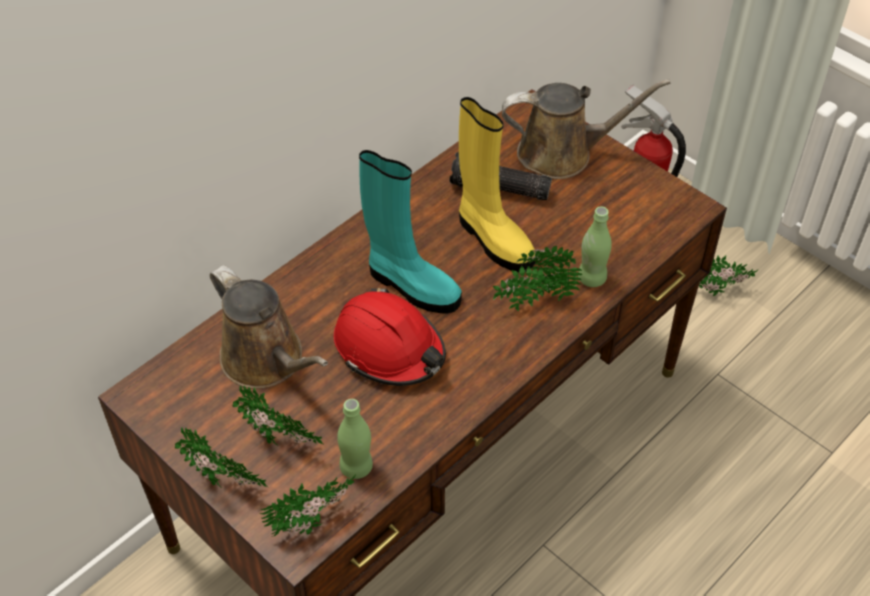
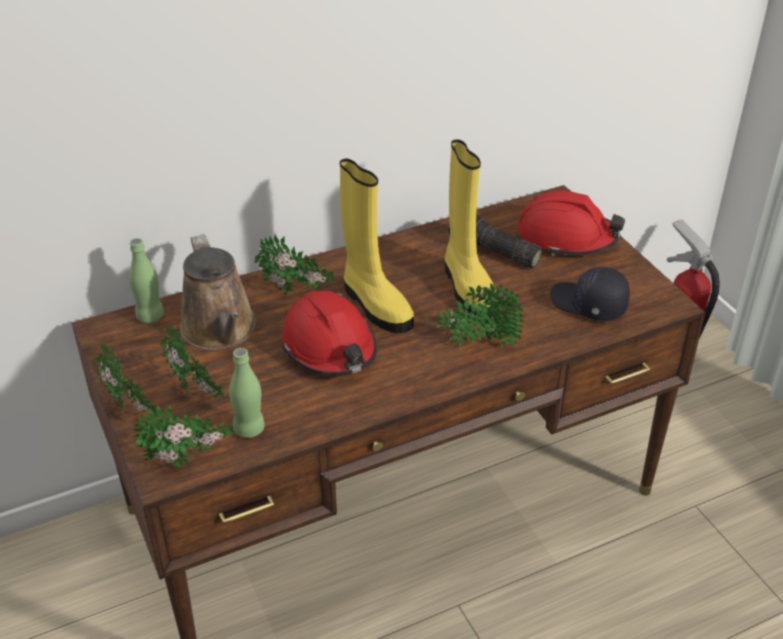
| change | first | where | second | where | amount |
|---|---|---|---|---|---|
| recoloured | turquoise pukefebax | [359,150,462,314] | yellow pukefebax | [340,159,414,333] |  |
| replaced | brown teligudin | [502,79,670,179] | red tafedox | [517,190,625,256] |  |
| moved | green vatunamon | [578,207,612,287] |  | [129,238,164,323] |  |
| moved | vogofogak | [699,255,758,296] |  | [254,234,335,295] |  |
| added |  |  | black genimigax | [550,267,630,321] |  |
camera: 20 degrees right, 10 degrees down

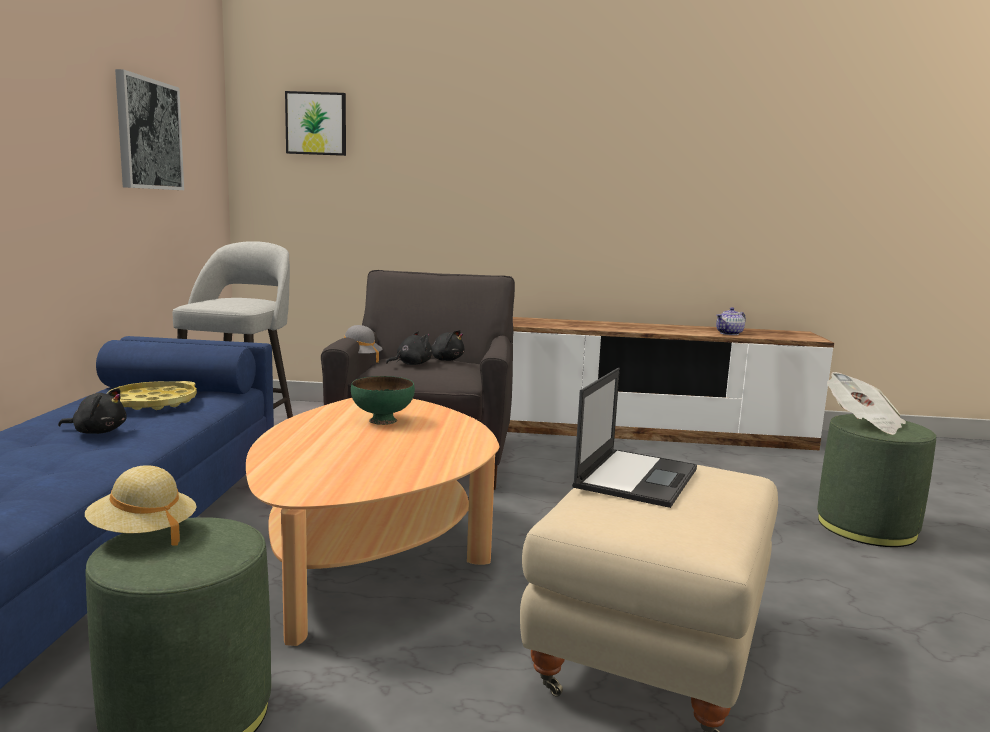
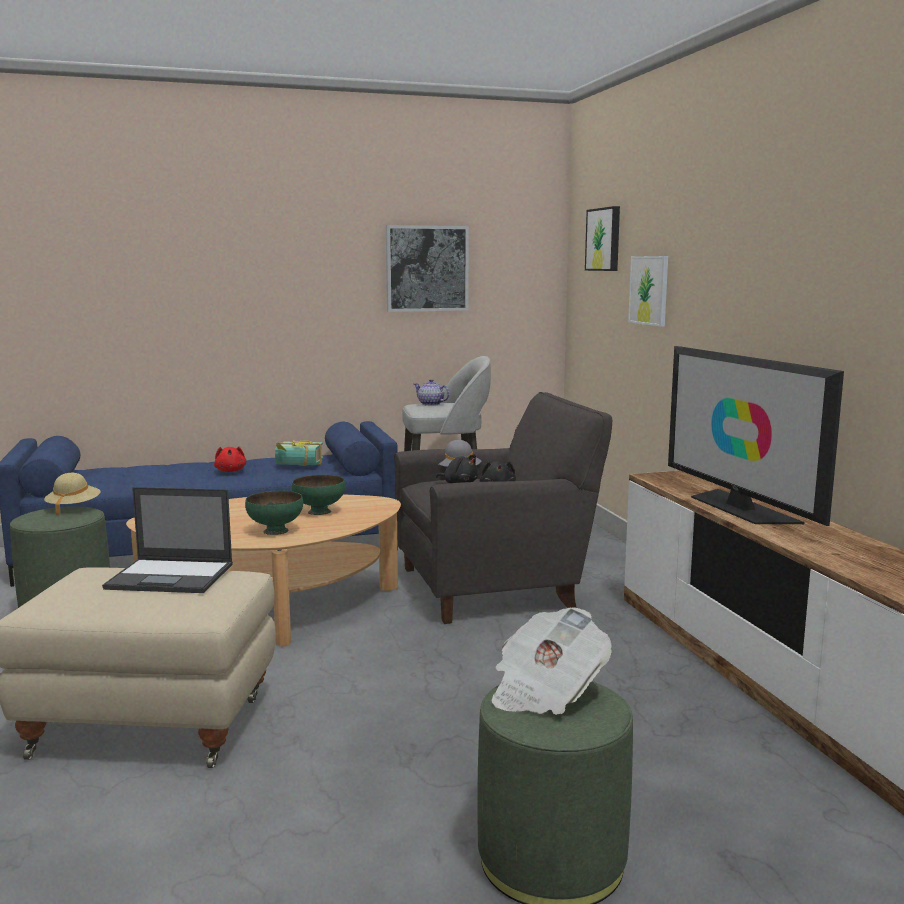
| change | first | where | second | where | amount |
|---|---|---|---|---|---|
| recoloured | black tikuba | [58,388,127,434] | red tikuba | [214,447,246,472] |  |
| replaced | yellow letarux | [110,381,197,410] | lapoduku | [275,440,323,466] |  |
| moved | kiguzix | [716,307,746,335] |  | [414,379,450,406] |  |
| added |  |  | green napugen | [245,490,303,535] |  |
| added |  |  | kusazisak | [628,256,668,327] |  |
| added |  |  | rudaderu | [668,346,844,526] |  |
camera: 70 degrees right, 0 degrees up

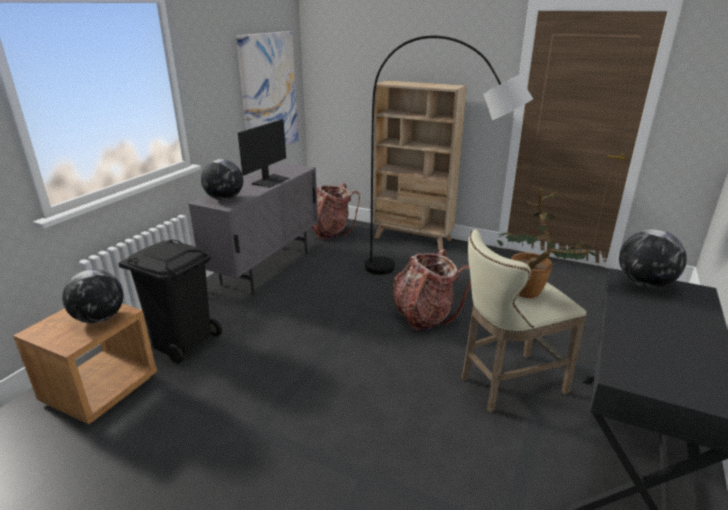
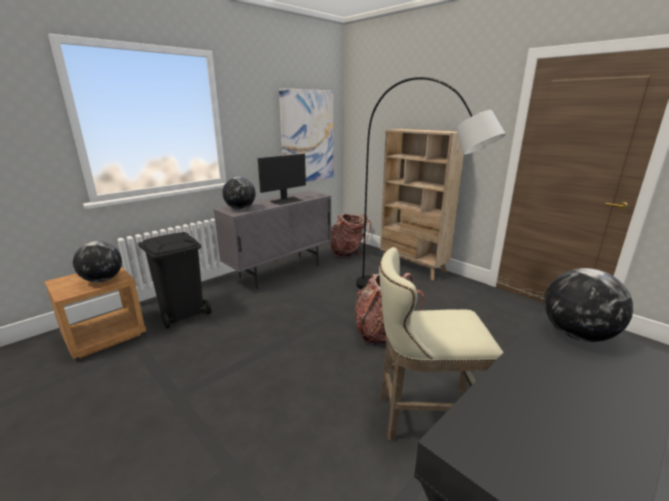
| change | first | where | second | where | amount |
|---|---|---|---|---|---|
| removed | vogofogak | [497,189,597,298] |  |  |  |
camera: 20 degrees right, 5 degrees down

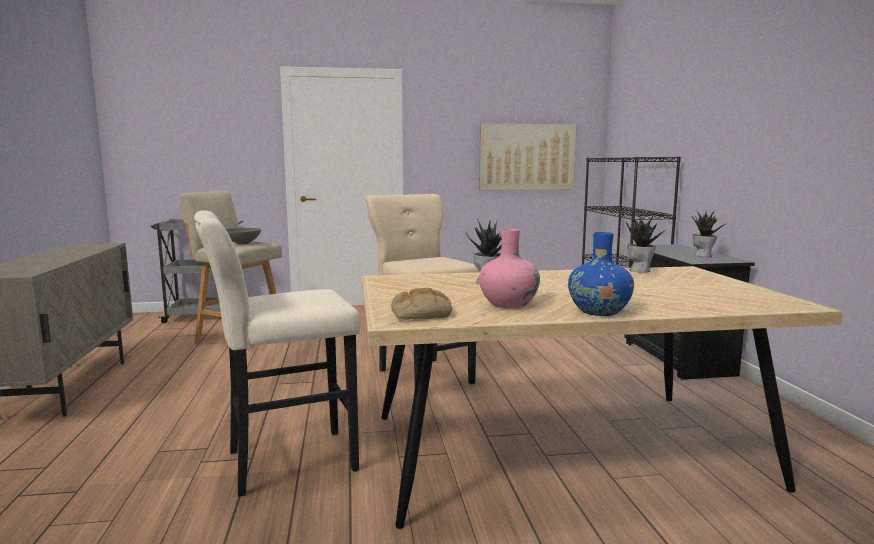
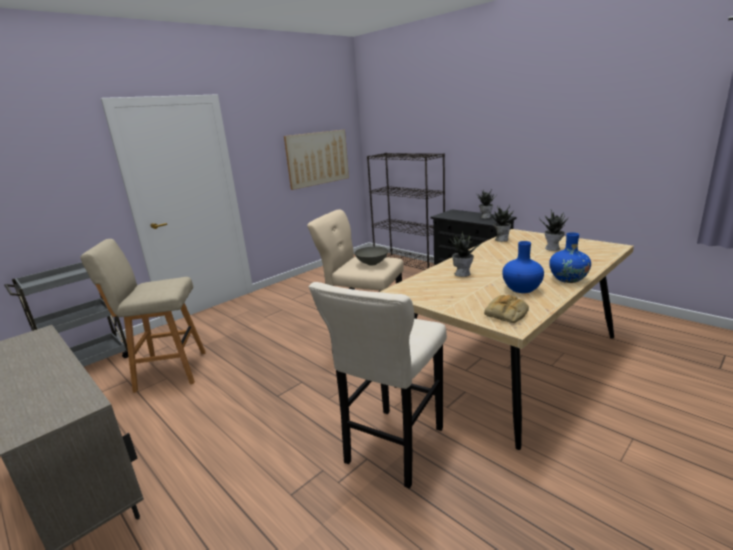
| change | first | where | second | where | amount |
|---|---|---|---|---|---|
| moved | grey napugen | [226,228,261,244] |  | [355,247,388,266] |  |
| recoloured | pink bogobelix | [479,229,540,309] | blue bogobelix | [502,241,544,293] |  |
| added |  |  | vogofogak | [540,210,568,251] |  |
camera: 35 degrees left, 10 degrees up

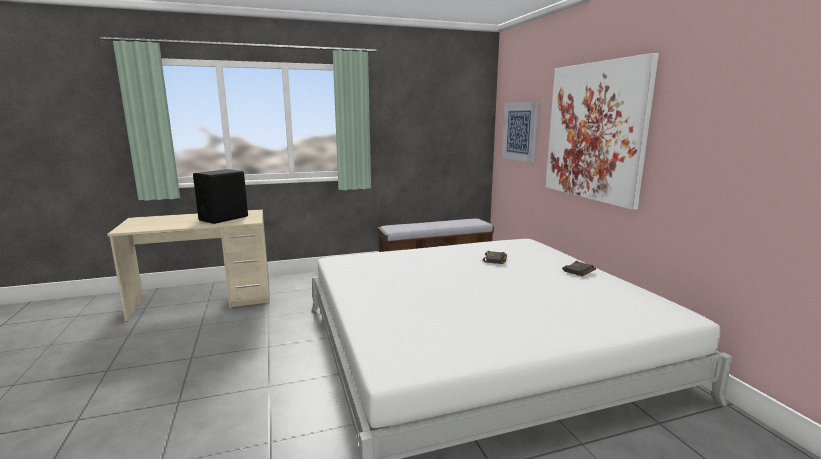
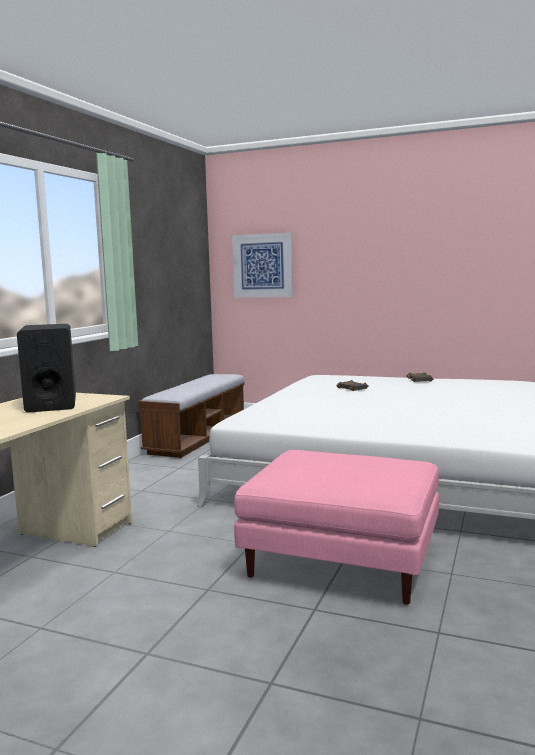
| change | first | where | second | where | amount |
|---|---|---|---|---|---|
| removed | kusazisak | [546,53,659,210] |  |  |  |
| added |  |  | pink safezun | [234,450,439,605] |  |
camera: 50 degrees left, 5 degrees down

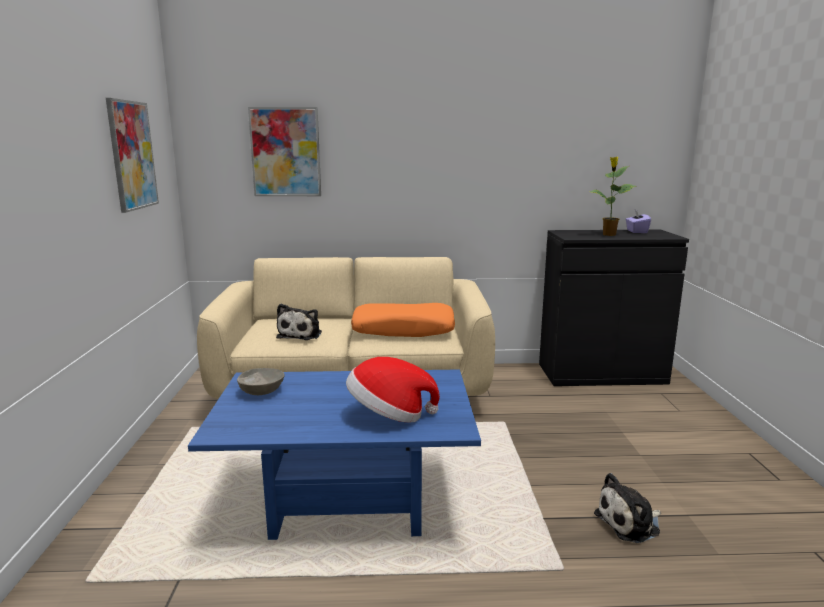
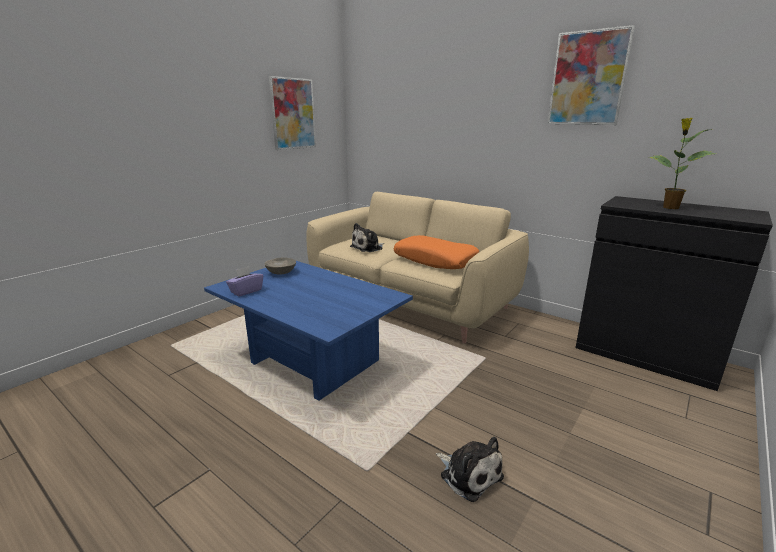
| change | first | where | second | where | amount |
|---|---|---|---|---|---|
| moved | kusazisak | [248,107,321,196] |  | [548,25,635,125] |  |
| removed | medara | [346,357,440,422] |  |  |  |
| turned | tikuba | [594,473,661,543] |  | [436,436,504,502] | 150 degrees counterclockwise |
| moved | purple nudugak | [625,210,651,233] |  | [226,266,263,297] |  |
camera: 40 degrees right, 5 degrees up

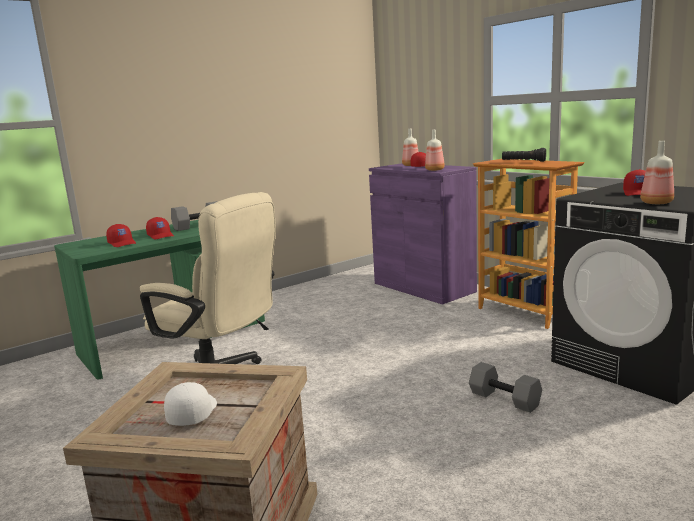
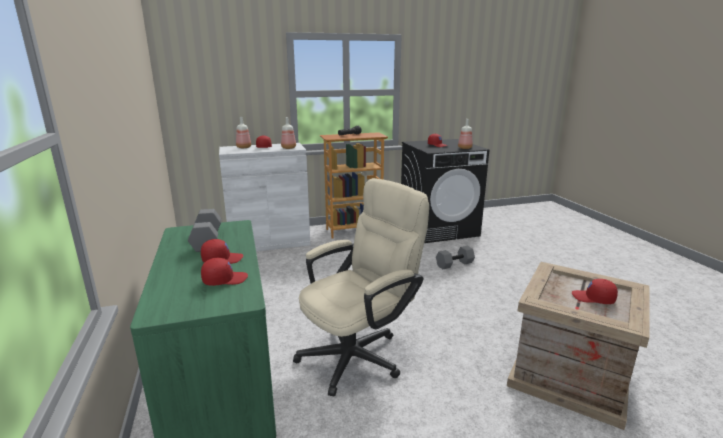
| change | first | where | second | where | amount |
|---|---|---|---|---|---|
| recoloured | white genimigax | [164,382,217,426] | red genimigax | [572,279,618,304] |  |
| recoloured | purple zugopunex | [369,163,477,305] | white zugopunex | [219,143,310,252] |  |
camera: 70 degrees left, 5 degrees up

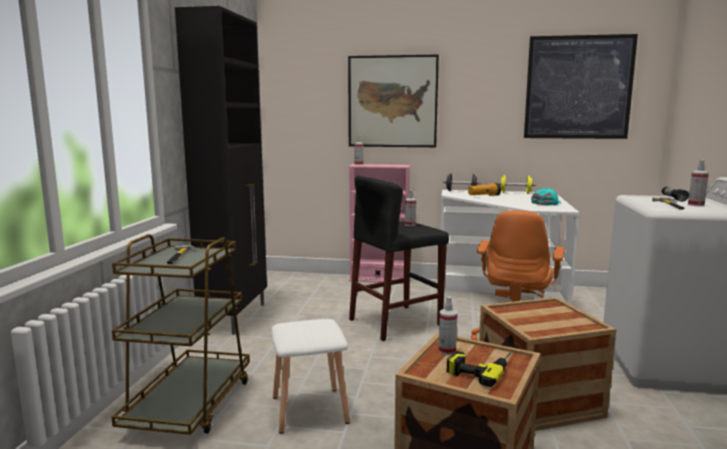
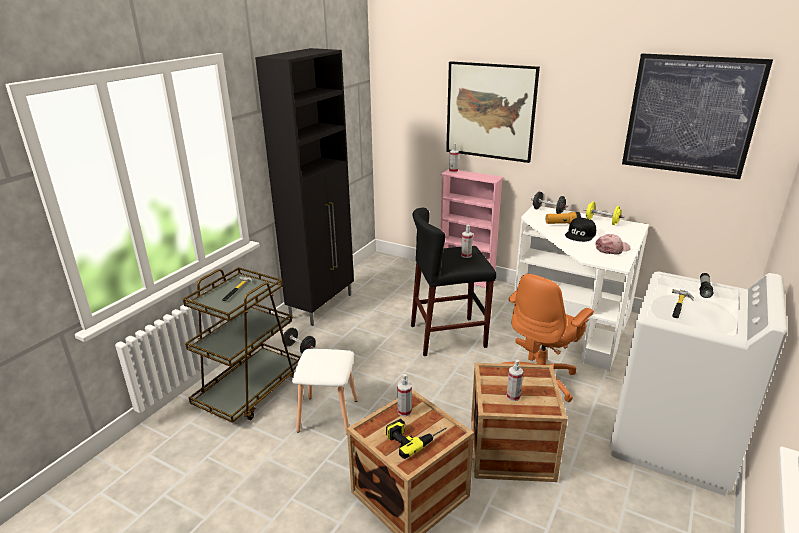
| change | first | where | second | where | amount |
|---|---|---|---|---|---|
| recoloured | turquoise genimigax | [531,188,561,205] | pink genimigax | [595,234,631,255] |  |
| moved | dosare | [688,160,709,206] |  | [506,359,523,401] |  |
| added |  |  | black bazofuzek | [282,328,316,354] |  |
| added |  |  | black genimigax | [565,218,596,242] |  |
camera: 20 degrees right, 15 degrees up

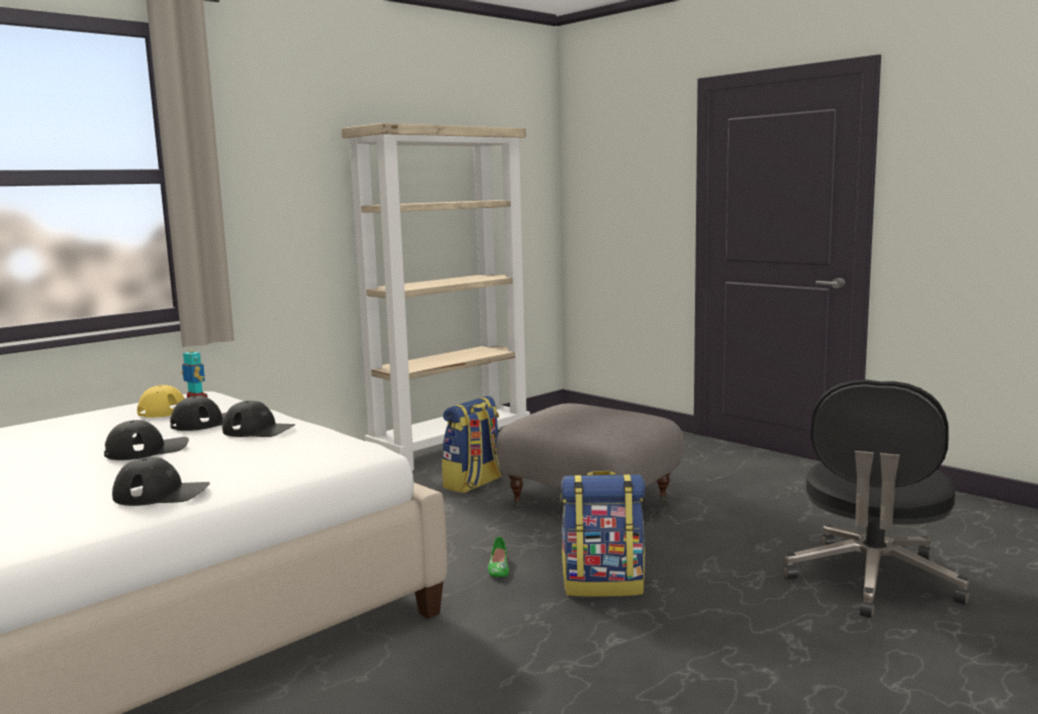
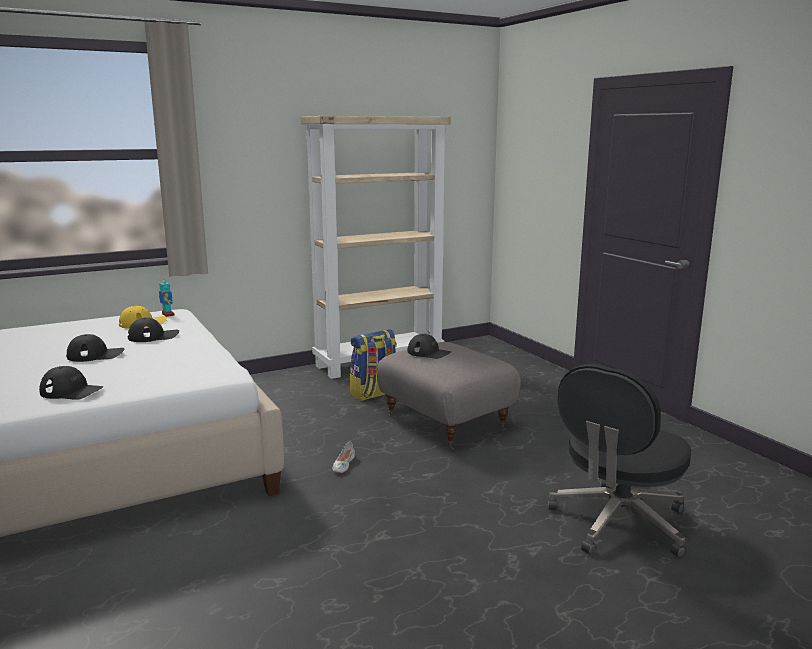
| change | first | where | second | where | amount |
|---|---|---|---|---|---|
| moved | black genimigax | [222,401,296,437] |  | [408,334,451,359] |  |
| recoloured | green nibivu | [488,537,509,577] | white nibivu | [332,442,355,473] |  |
| removed | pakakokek | [560,471,645,597] |  |  |  |
camera: 15 degrees right, 5 degrees up

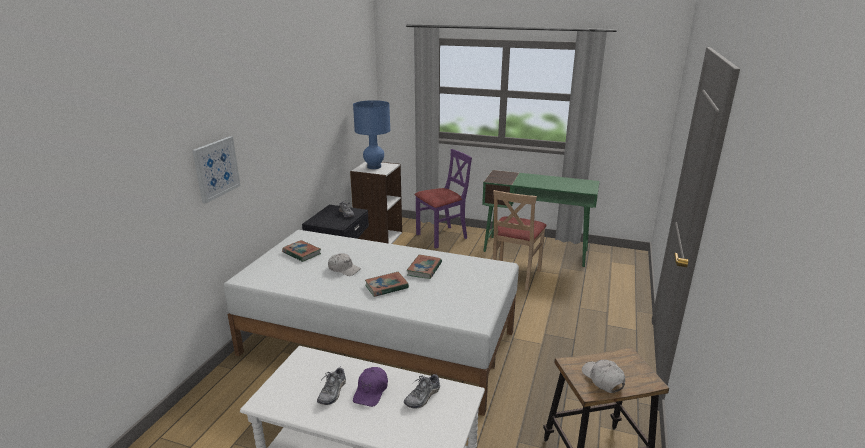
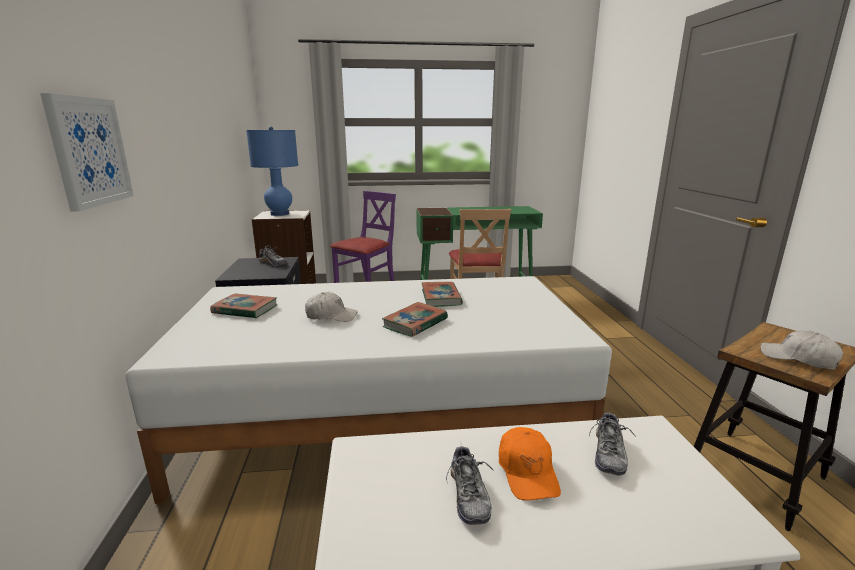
| change | first | where | second | where | amount |
|---|---|---|---|---|---|
| recoloured | purple genimigax | [353,367,388,407] | orange genimigax | [499,427,561,501] |  |
camera: 25 degrees left, 5 degrees down

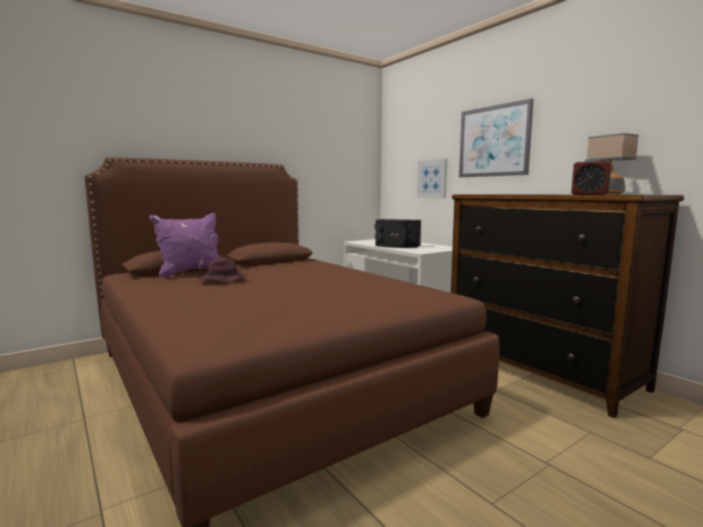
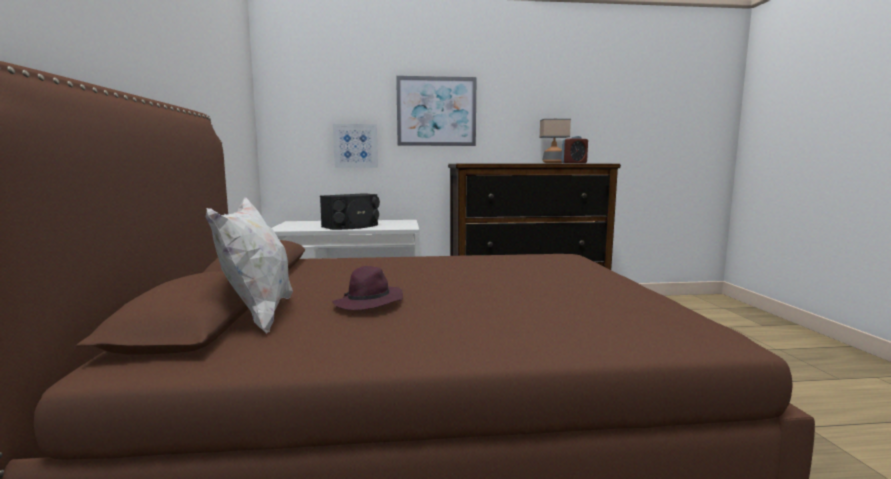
| change | first | where | second | where | amount |
|---|---|---|---|---|---|
| recoloured | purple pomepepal | [149,213,219,278] | white pomepepal | [206,197,293,333] |  |
camera: 60 degrees left, 0 degrees up

